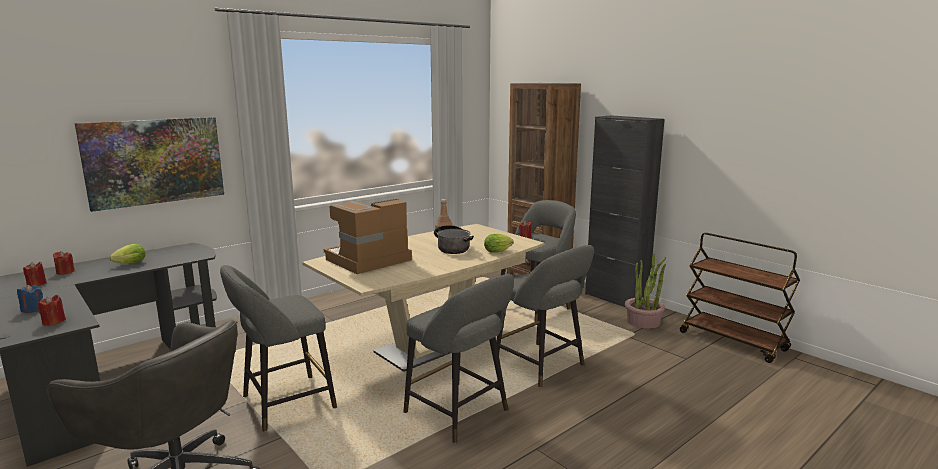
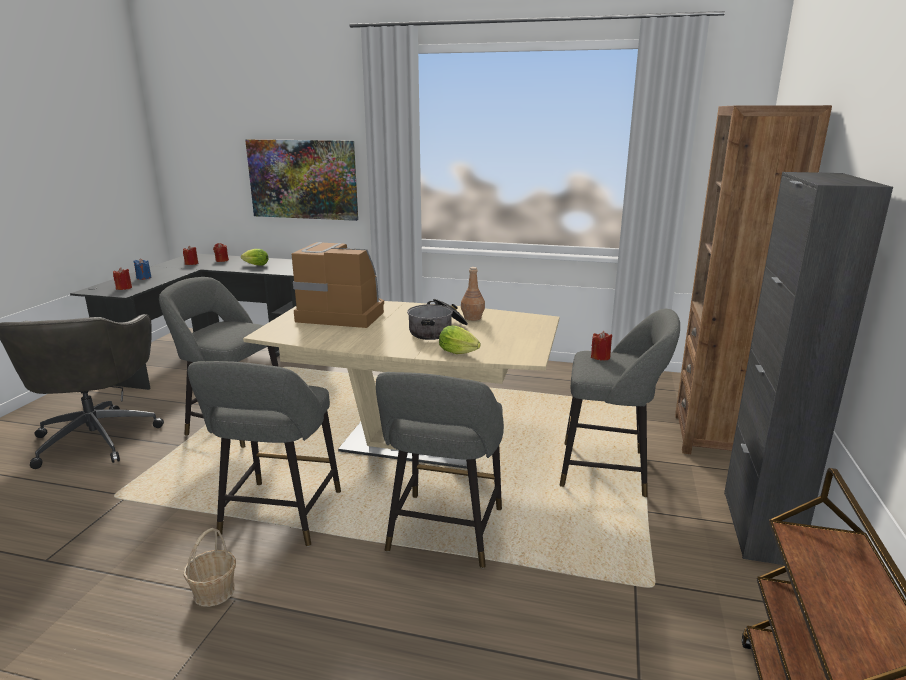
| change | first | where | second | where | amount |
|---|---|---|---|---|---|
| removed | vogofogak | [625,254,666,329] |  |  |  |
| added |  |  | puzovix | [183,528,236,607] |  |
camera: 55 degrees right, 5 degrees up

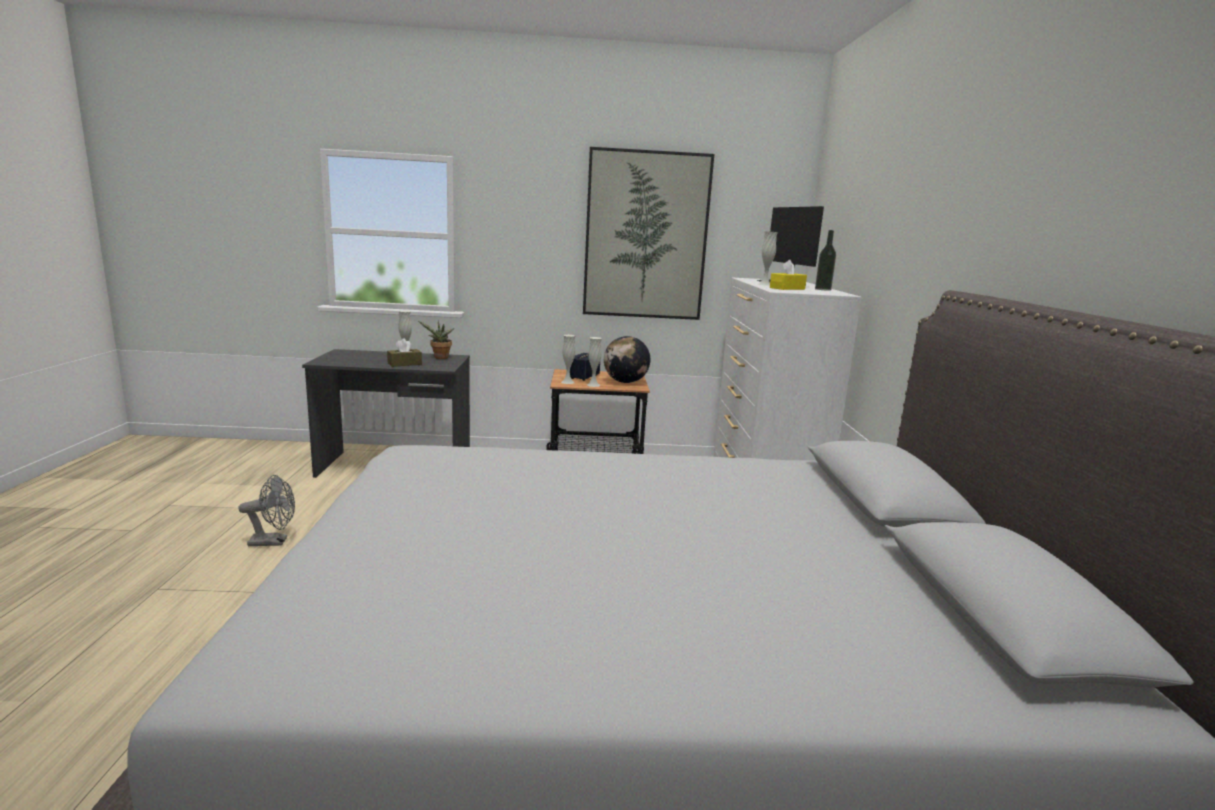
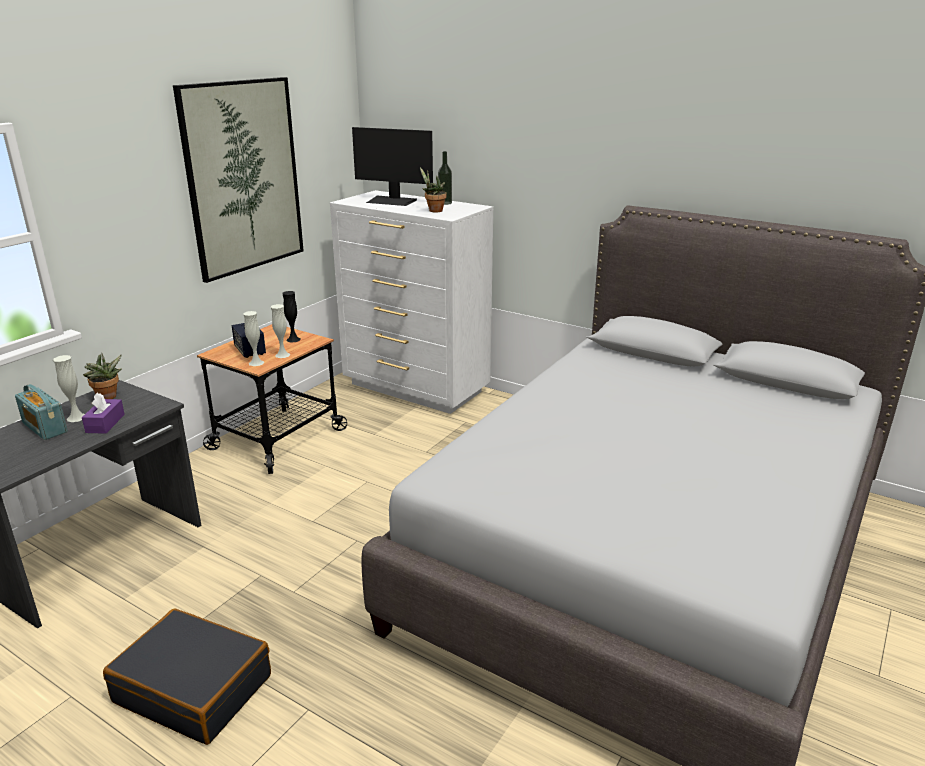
| change | first | where | second | where | amount |
|---|---|---|---|---|---|
| replaced | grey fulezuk | [238,475,295,546] | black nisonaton | [103,609,271,745] |  |
| recoloured | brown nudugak | [387,338,422,367] | purple nudugak | [82,393,125,434] |  |
| replaced | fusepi | [604,336,650,383] | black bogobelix | [283,291,301,343] |  |
| removed | white bogobelix | [758,231,778,286] |  |  |  |
| replaced | yellow nudugak | [770,260,807,290] | vogofogak | [420,167,446,213] |  |
| added |  |  | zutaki | [15,384,68,440] |  |
camera: 55 degrees left, 10 degrees up

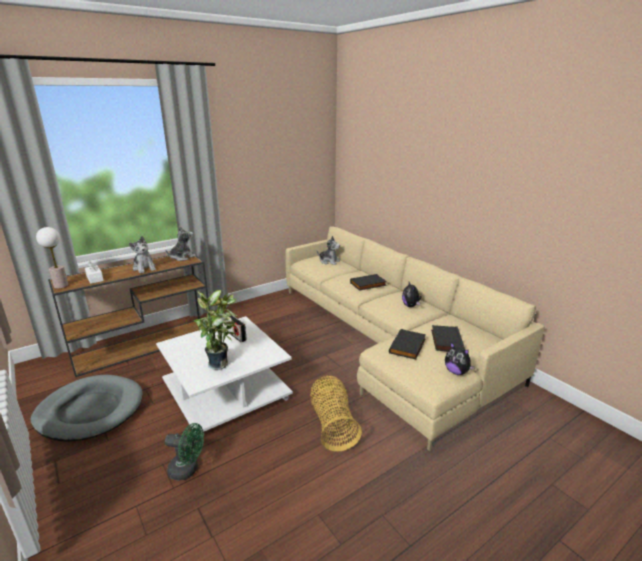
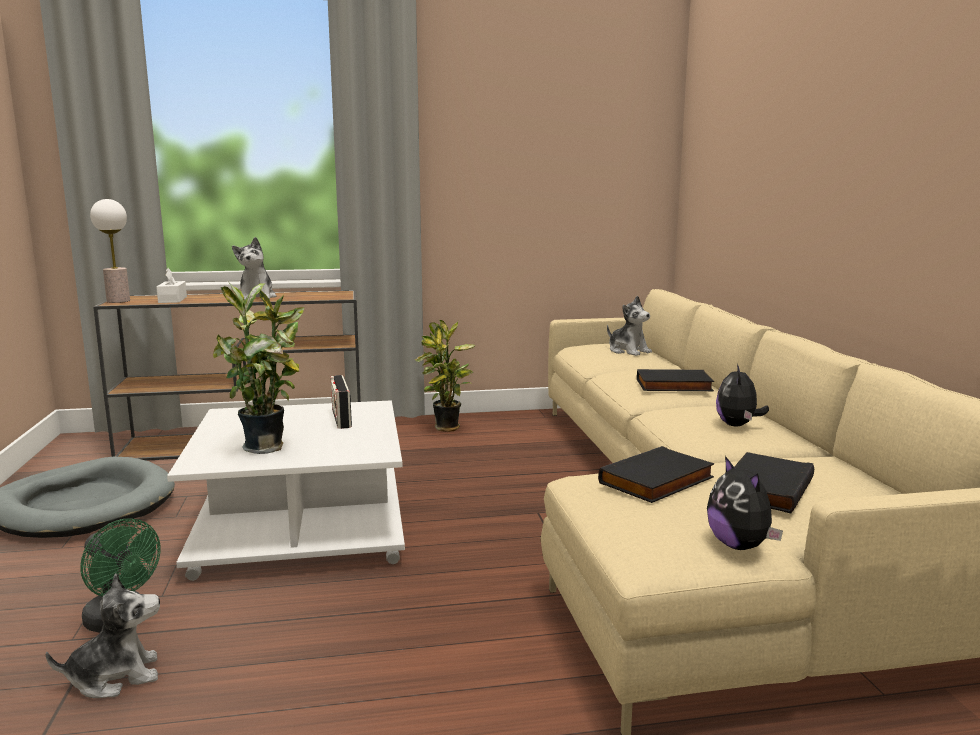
| change | first | where | second | where | amount |
|---|---|---|---|---|---|
| moved | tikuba | [165,226,196,261] |  | [45,573,160,698] |  |
| removed | puzovix | [310,376,362,451] |  |  |  |
| added |  |  | vogofogak | [415,319,475,432] |  |
camera: 25 degrees right, 10 degrees down

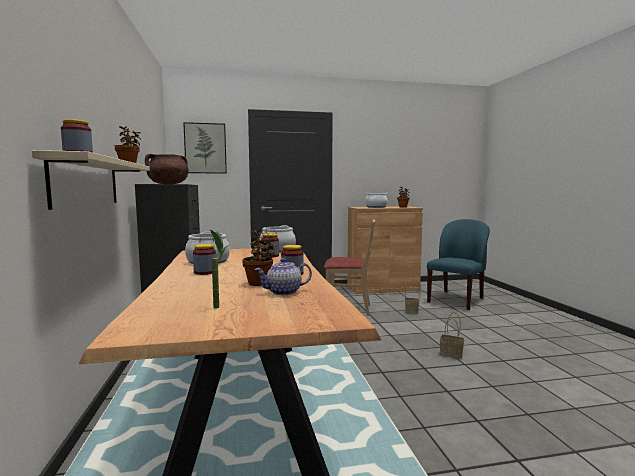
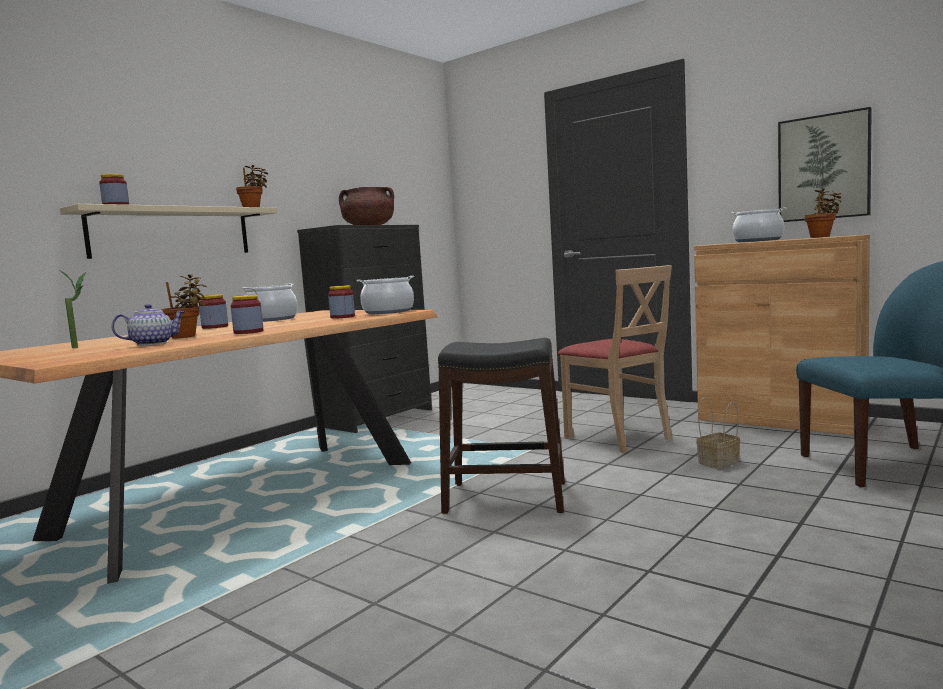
| change | first | where | second | where | amount |
|---|---|---|---|---|---|
| moved | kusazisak | [183,122,227,174] |  | [778,107,872,222] |  |
| turned | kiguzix | [254,258,312,295] |  | [111,304,185,346] | 120 degrees clockwise |
| removed | puzovix | [440,312,464,359] |  |  |  |
| added |  |  | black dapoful | [438,338,565,514] |  |
camera: 50 degrees right, 0 degrees up

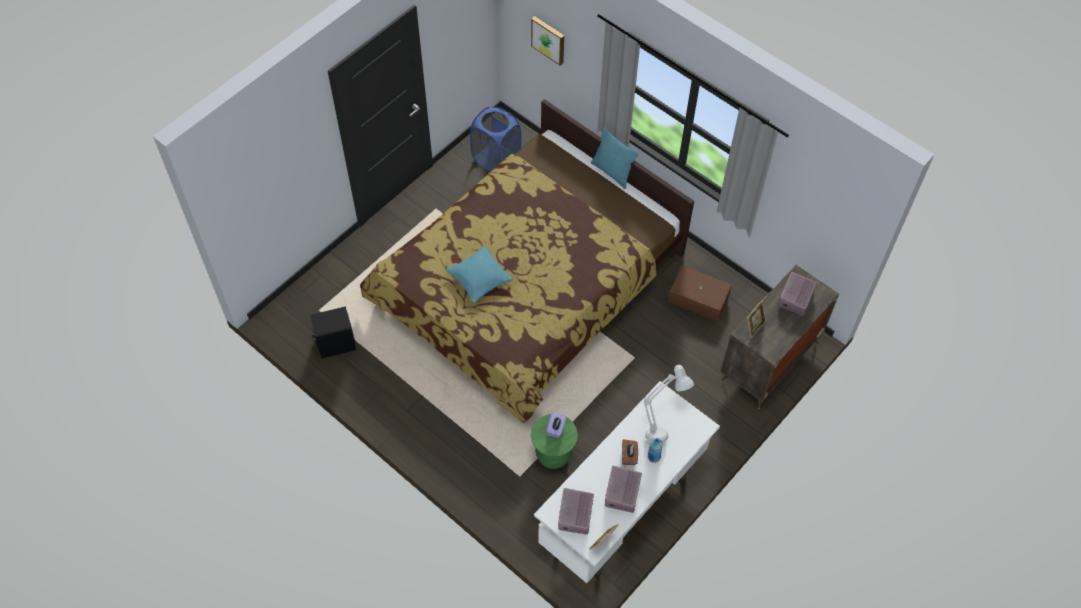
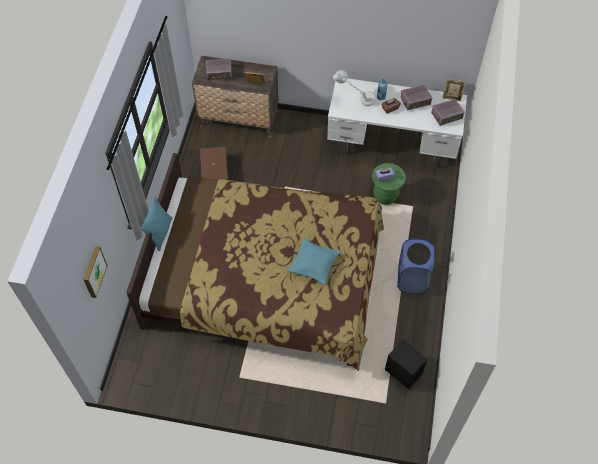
| change | first | where | second | where | amount |
|---|---|---|---|---|---|
| moved | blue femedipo | [470,107,521,172] |  | [397,238,436,294] |  |
camera: 120 degrees left, 0 degrees up

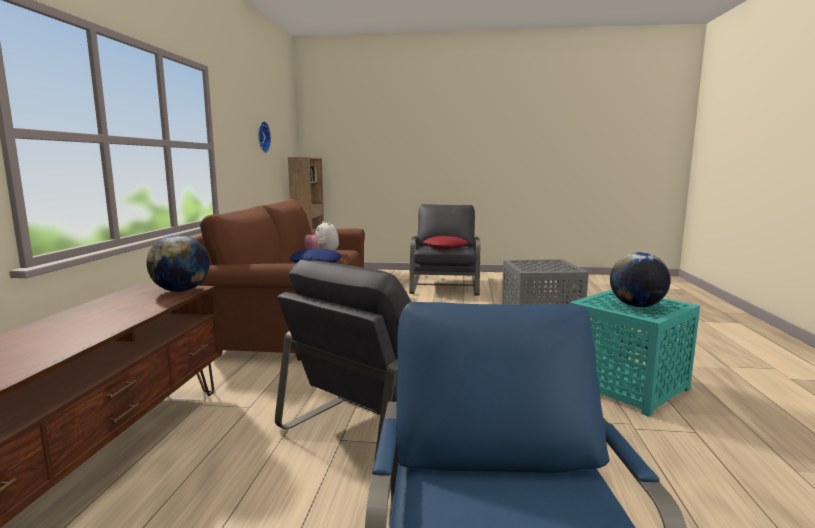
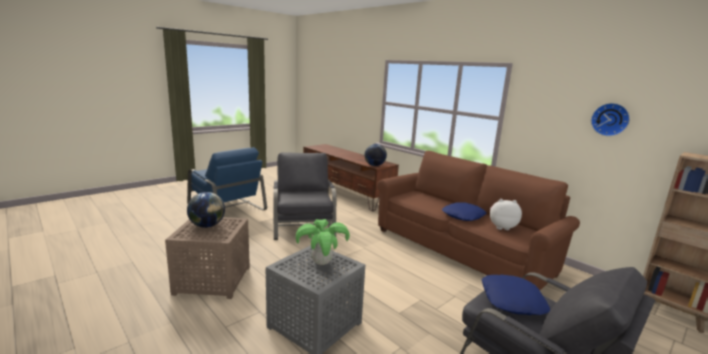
| change | first | where | second | where | amount |
|---|---|---|---|---|---|
| recoloured | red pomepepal | [423,236,468,249] | blue pomepepal | [482,275,550,315] |  |
| recoloured | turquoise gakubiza | [569,289,700,417] | brown gakubiza | [165,217,250,299] |  |
| added |  |  | vogofogak | [296,219,350,265] |  |
camera: 130 degrees right, 5 degrees up

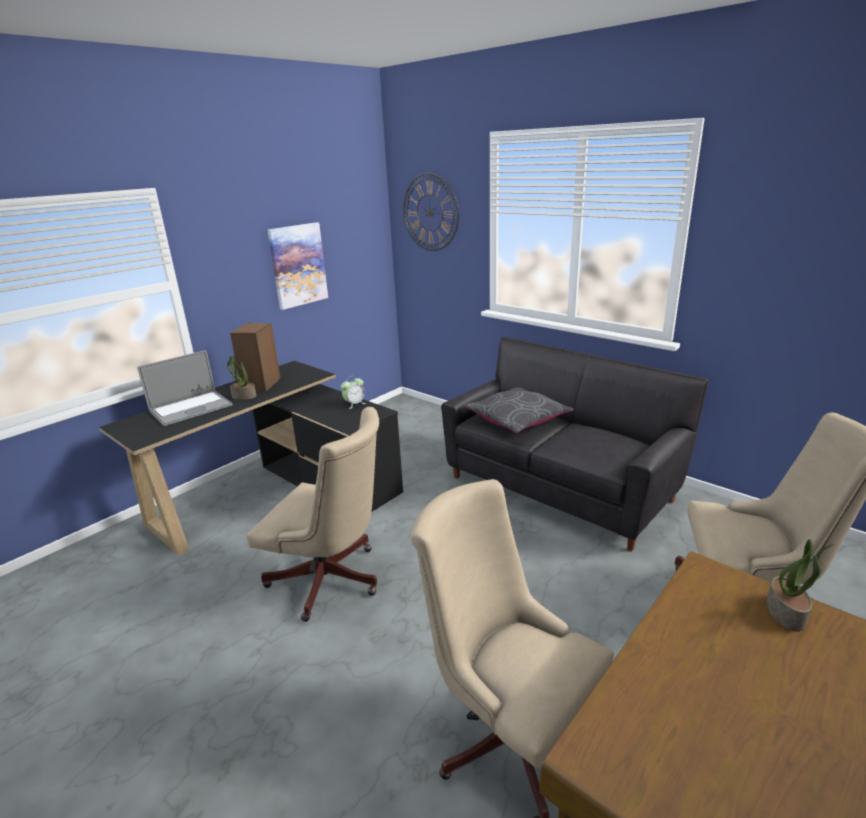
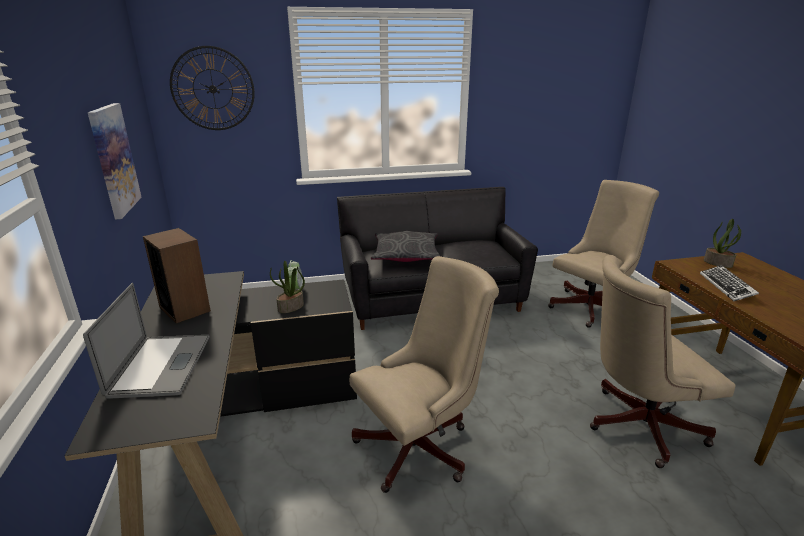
| change | first | where | second | where | amount |
|---|---|---|---|---|---|
| moved | vogofogak | [227,354,257,400] |  | [270,261,305,313] |  |
| added |  |  | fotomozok | [700,265,759,301] |  |
camera: 55 degrees left, 0 degrees up

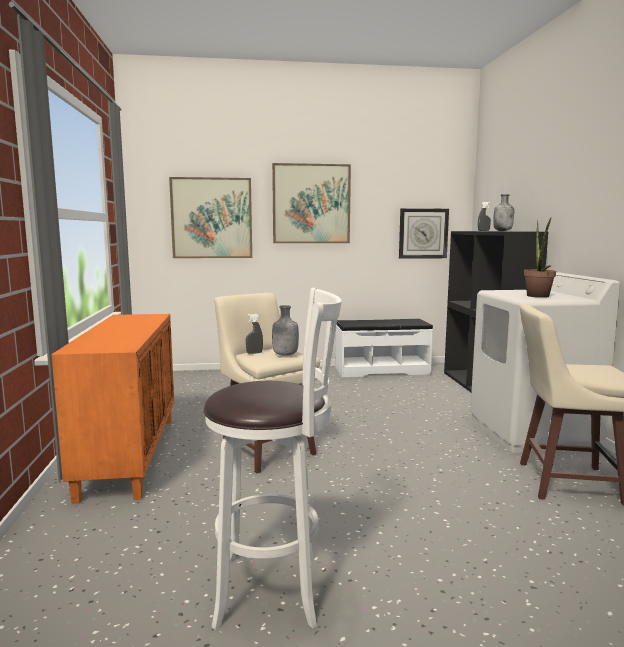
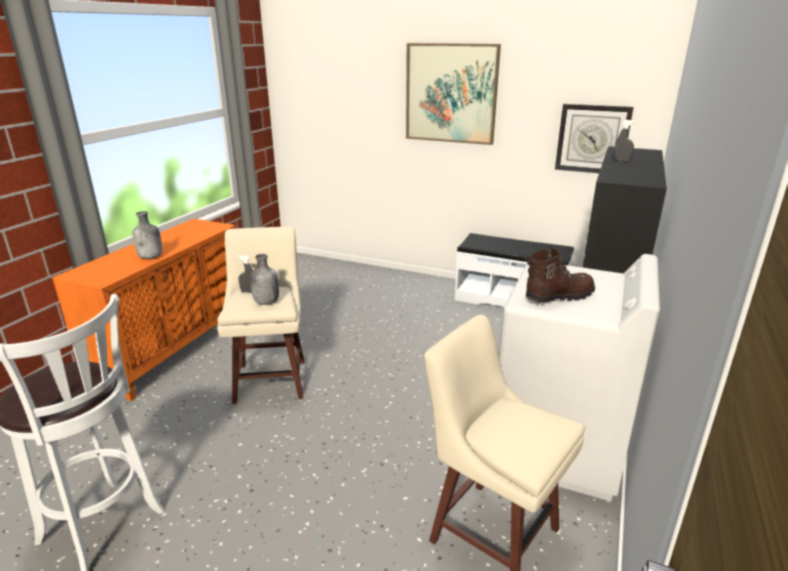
| change | first | where | second | where | amount |
|---|---|---|---|---|---|
| removed | kusazisak | [169,177,252,258] |  |  |  |
| moved | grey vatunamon | [493,194,514,231] |  | [132,211,162,259] |  |
| replaced | vogofogak | [524,218,556,298] | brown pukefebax | [526,248,595,303] |  |
camera: 30 degrees right, 15 degrees up

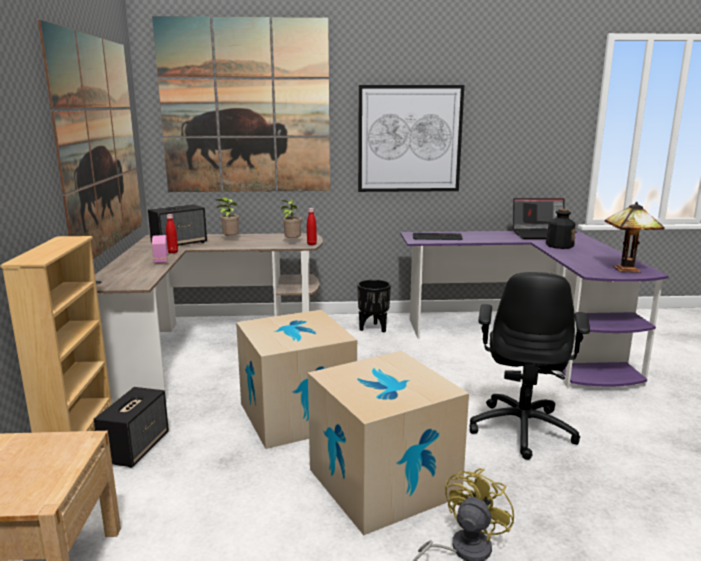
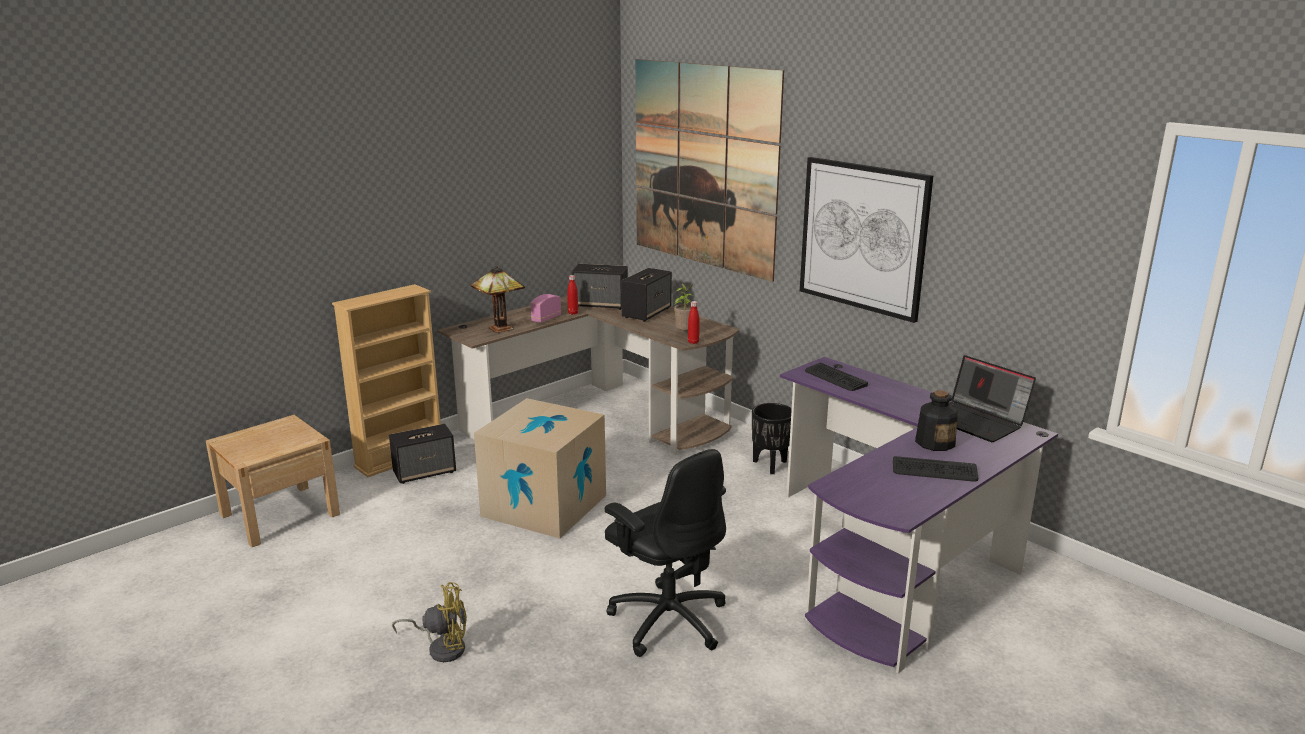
| change | first | where | second | where | amount |
|---|---|---|---|---|---|
| removed | kusazisak | [38,20,142,259] |  |  |  |
| replaced | vogofogak | [216,197,239,239] | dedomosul | [621,268,672,322] |  |
| removed | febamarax | [308,351,469,535] |  |  |  |
| turned | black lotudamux | [469,272,590,460] |  | [605,449,726,657] | 105 degrees counterclockwise |
| moved | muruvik | [605,202,665,273] |  | [470,266,525,333] |  |
| added |  |  | fotomozok | [893,456,978,482] |  |
camera: 50 degrees right, 5 degrees up

